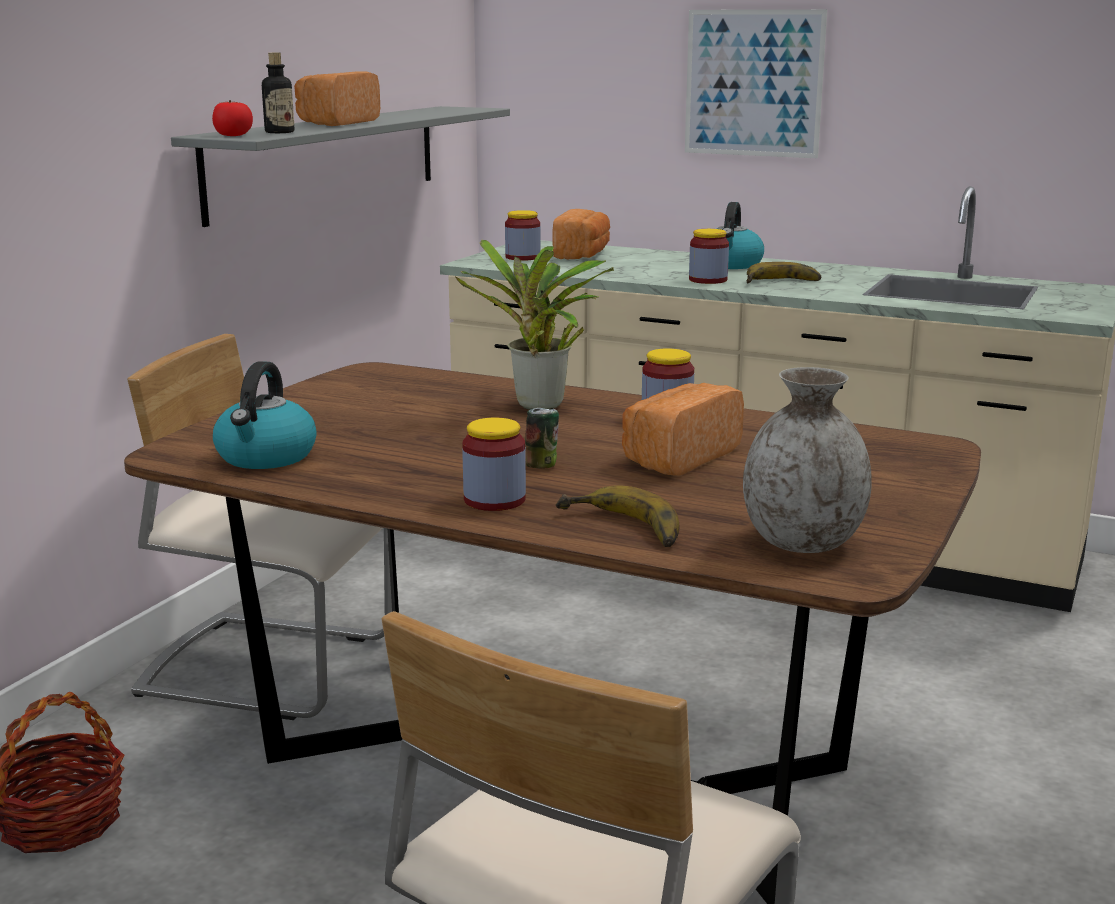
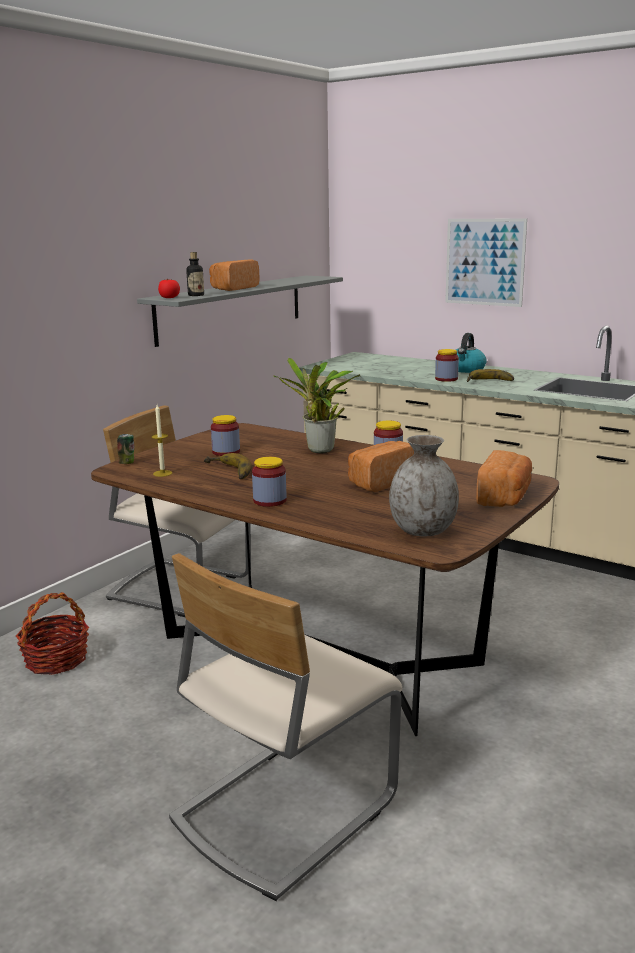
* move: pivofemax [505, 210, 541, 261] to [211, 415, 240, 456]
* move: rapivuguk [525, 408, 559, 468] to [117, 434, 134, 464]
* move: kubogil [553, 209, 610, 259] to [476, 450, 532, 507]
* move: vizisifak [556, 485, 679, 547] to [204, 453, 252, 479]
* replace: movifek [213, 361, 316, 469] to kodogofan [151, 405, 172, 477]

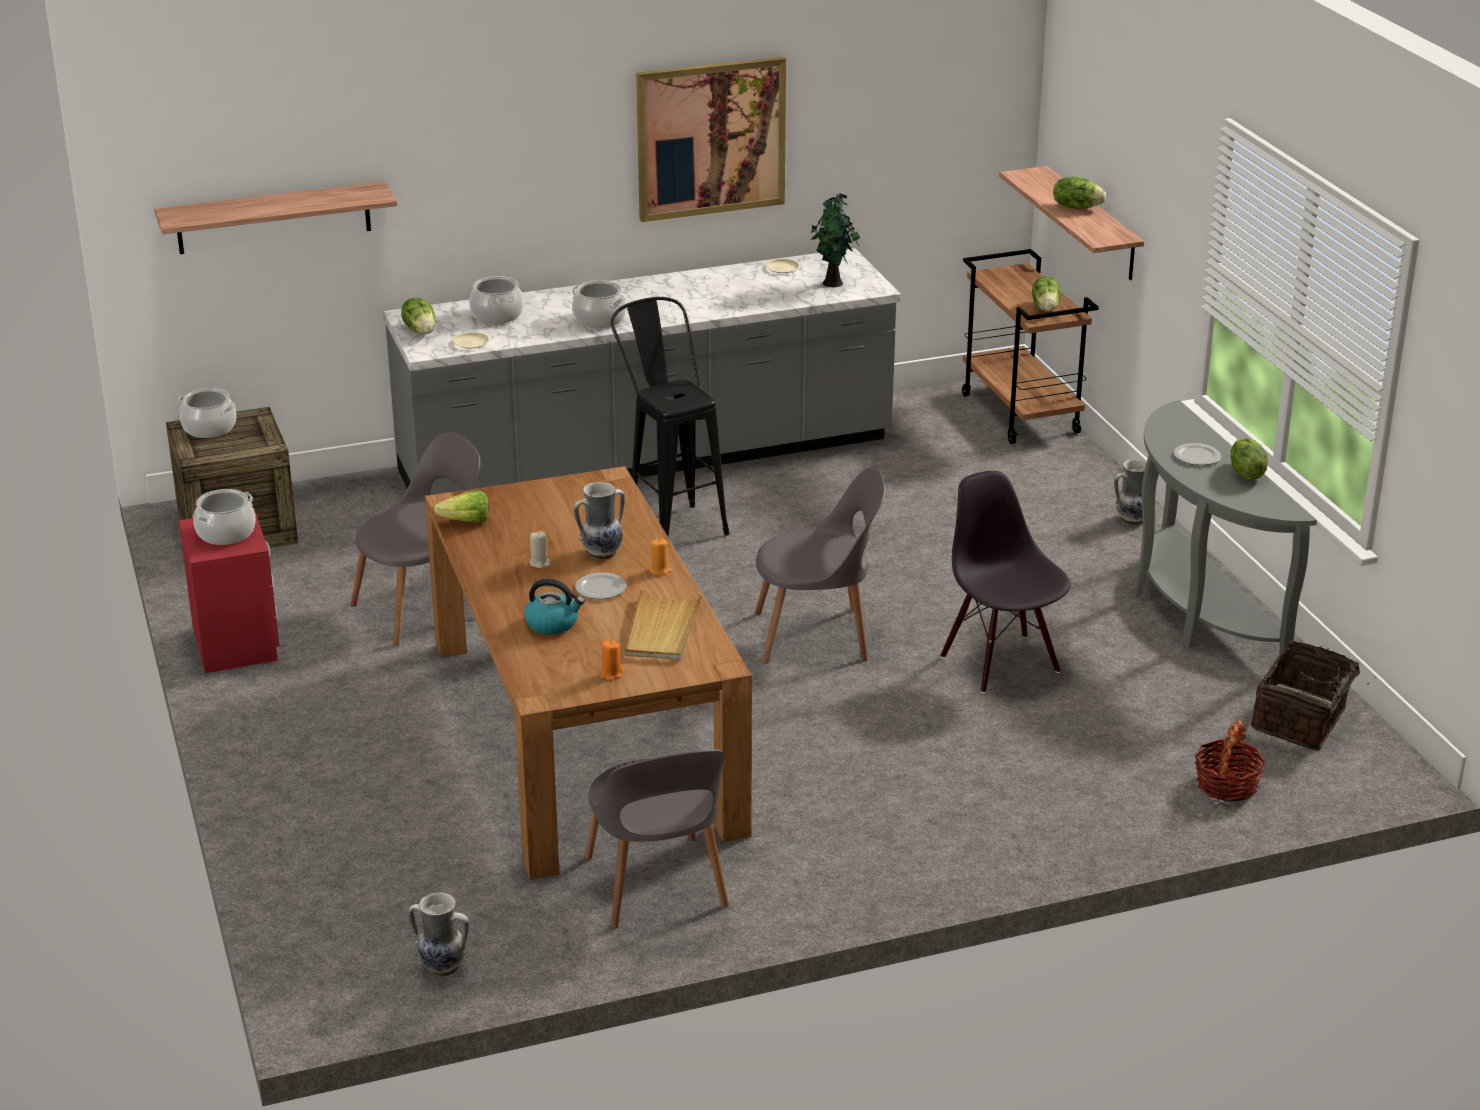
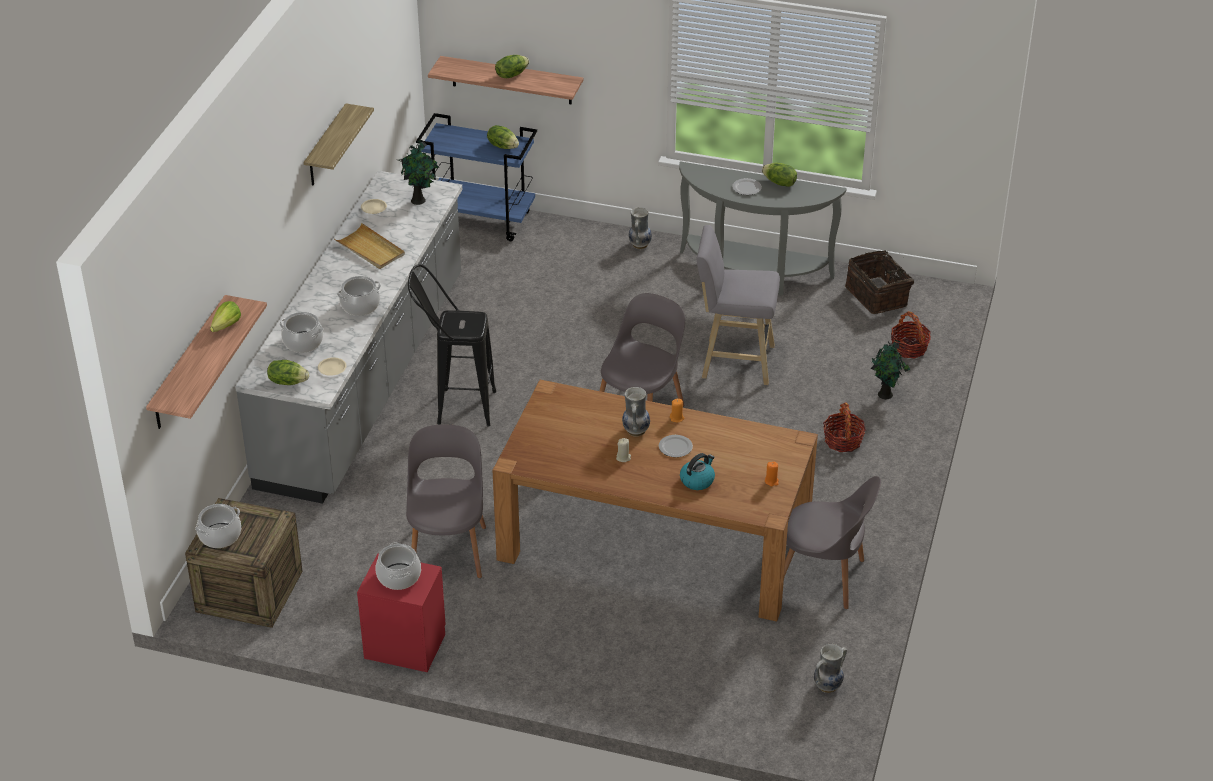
* insert: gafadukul [823, 402, 866, 452]
* insert: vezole [871, 340, 910, 399]
* move: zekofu [433, 491, 489, 523] to [210, 301, 241, 332]
* move: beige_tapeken [625, 588, 704, 660] to [334, 223, 405, 269]
* replace: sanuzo [636, 57, 786, 222] to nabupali [304, 104, 374, 186]
* replace: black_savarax [940, 471, 1071, 693] to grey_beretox [697, 225, 780, 385]
* recolor: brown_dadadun [962, 249, 1099, 444] to blue_dadadun [416, 113, 537, 241]

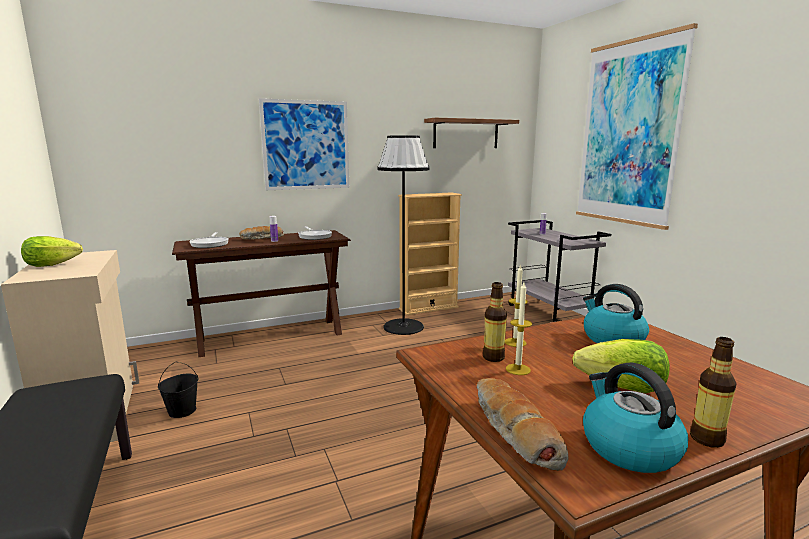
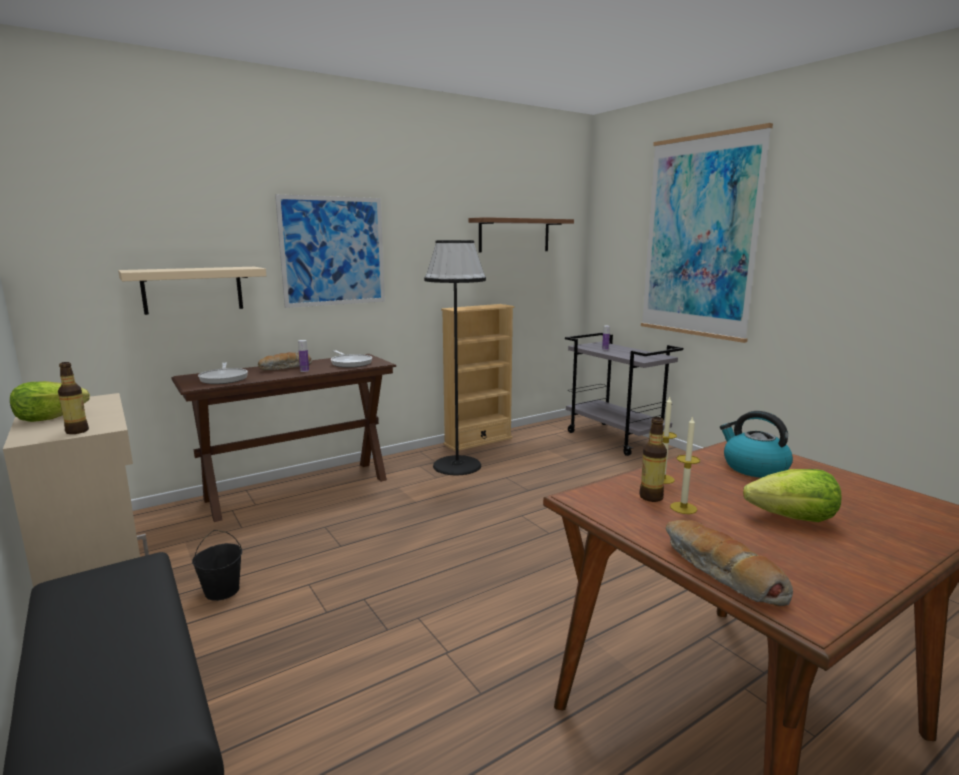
* delete: movifek [583, 363, 688, 473]
* insert: beige_nabupali [118, 267, 266, 315]
* move: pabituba [690, 337, 737, 448] to [58, 362, 89, 434]

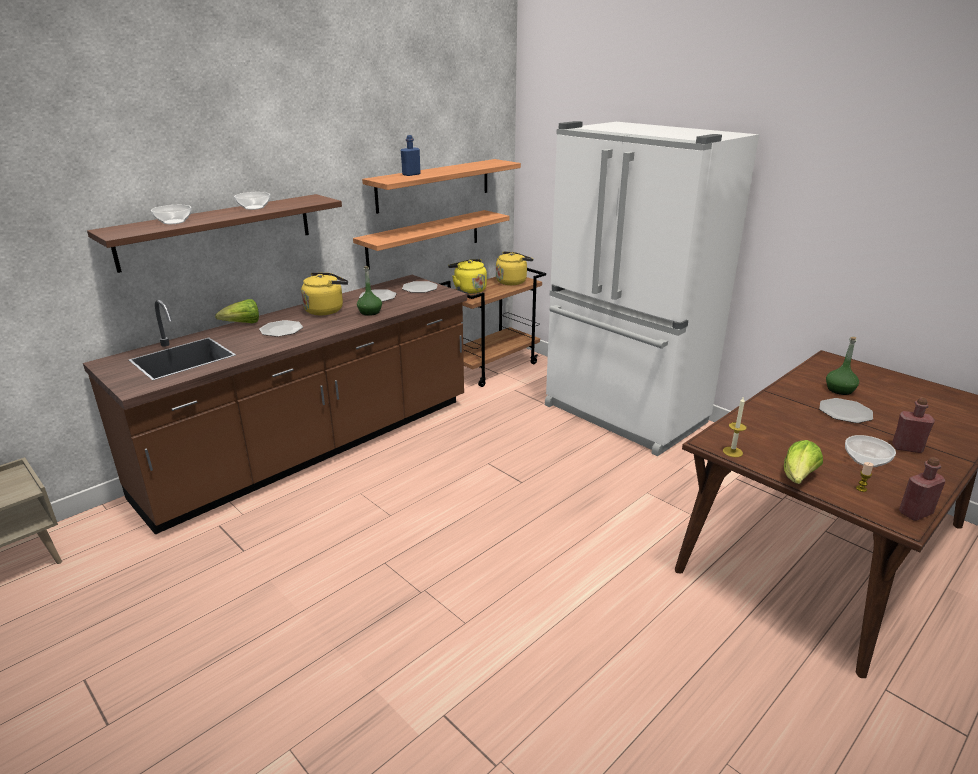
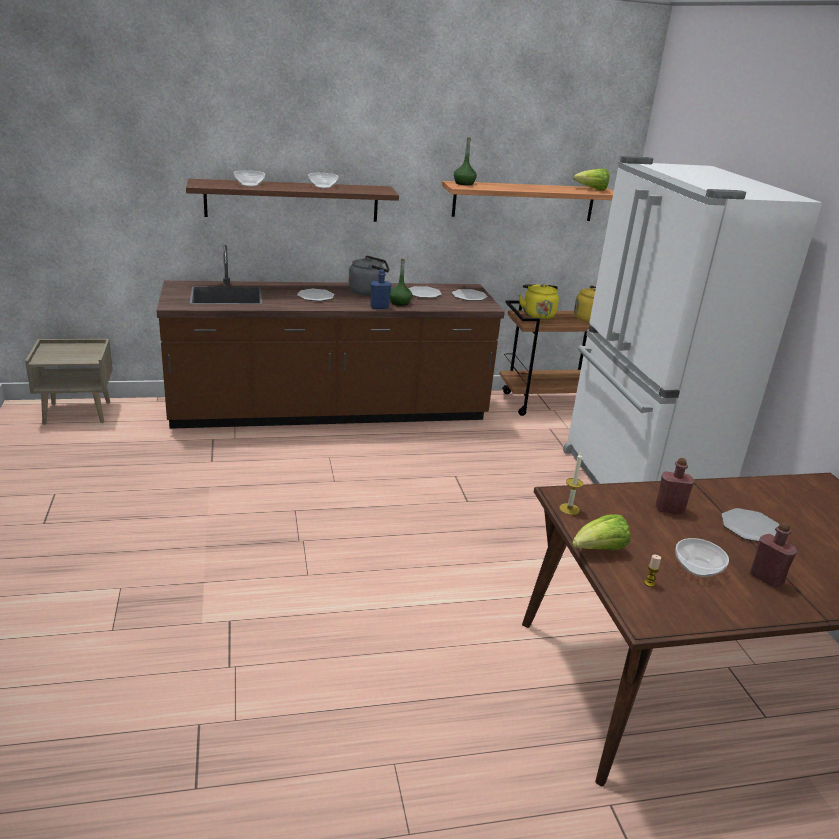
* delete: nabupali [353, 210, 509, 270]
* move: zekofu [215, 299, 259, 323] to [573, 168, 609, 191]
* move: blue_pabituba [401, 135, 421, 176] to [370, 269, 391, 309]
* move: green_pabituba [826, 337, 859, 395] to [454, 137, 477, 185]
* move: red_pabituba [899, 457, 946, 521] to [656, 458, 694, 514]
* recolor: yellow_movifek [301, 272, 348, 315] to grey_movifek [348, 255, 389, 296]

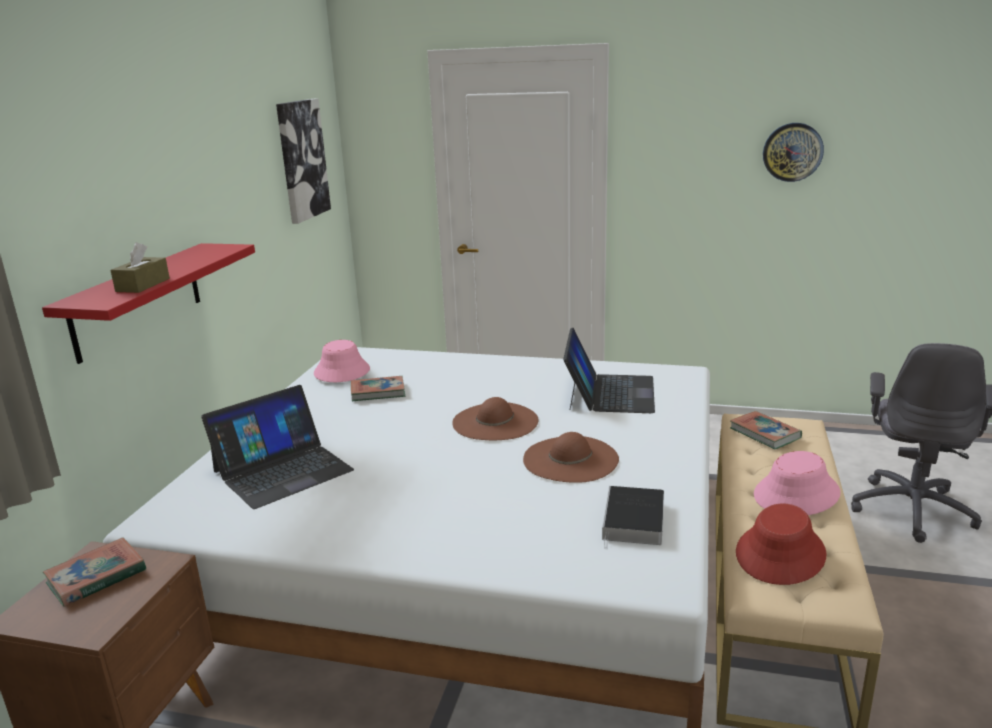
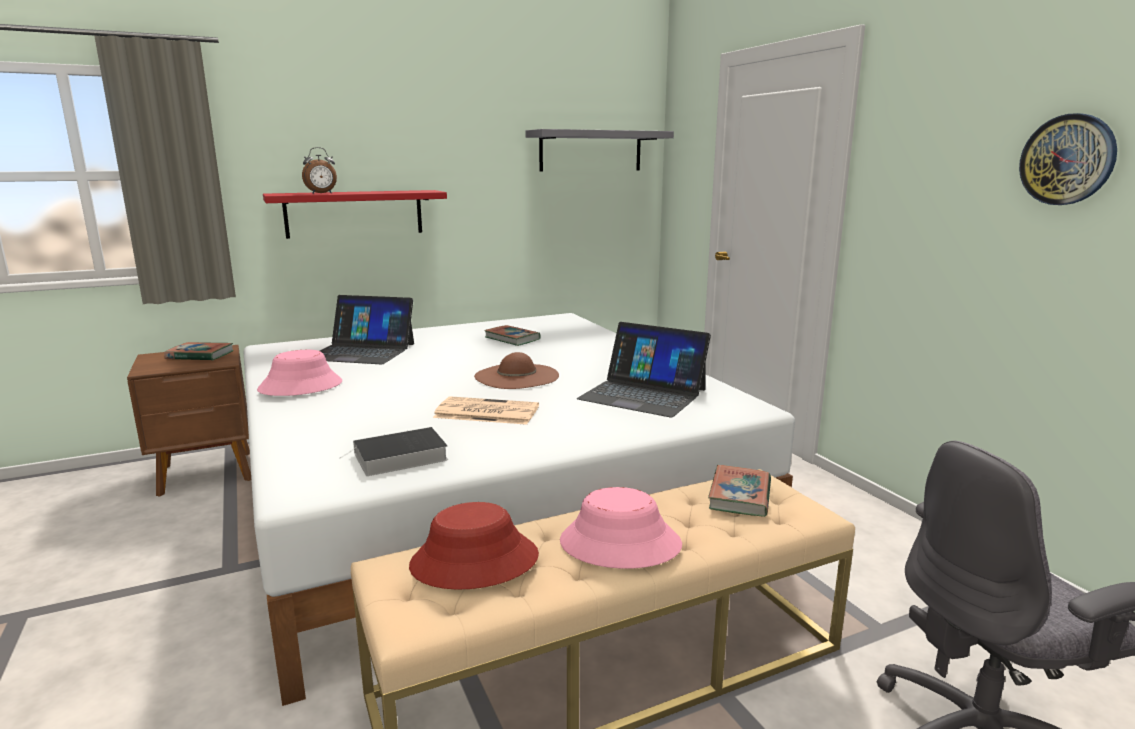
* move: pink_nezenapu [314, 340, 370, 382] to [257, 350, 342, 396]
* replace: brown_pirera [110, 242, 170, 293] to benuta [302, 147, 337, 194]
* replace: sanuzo [276, 99, 331, 224] to grey_nabupali [525, 129, 674, 172]
* replace: brown_nezenapu [523, 432, 619, 483] to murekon [433, 396, 539, 425]
* rotate: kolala [563, 328, 655, 413] = [577, 322, 711, 418] 60 degrees clockwise

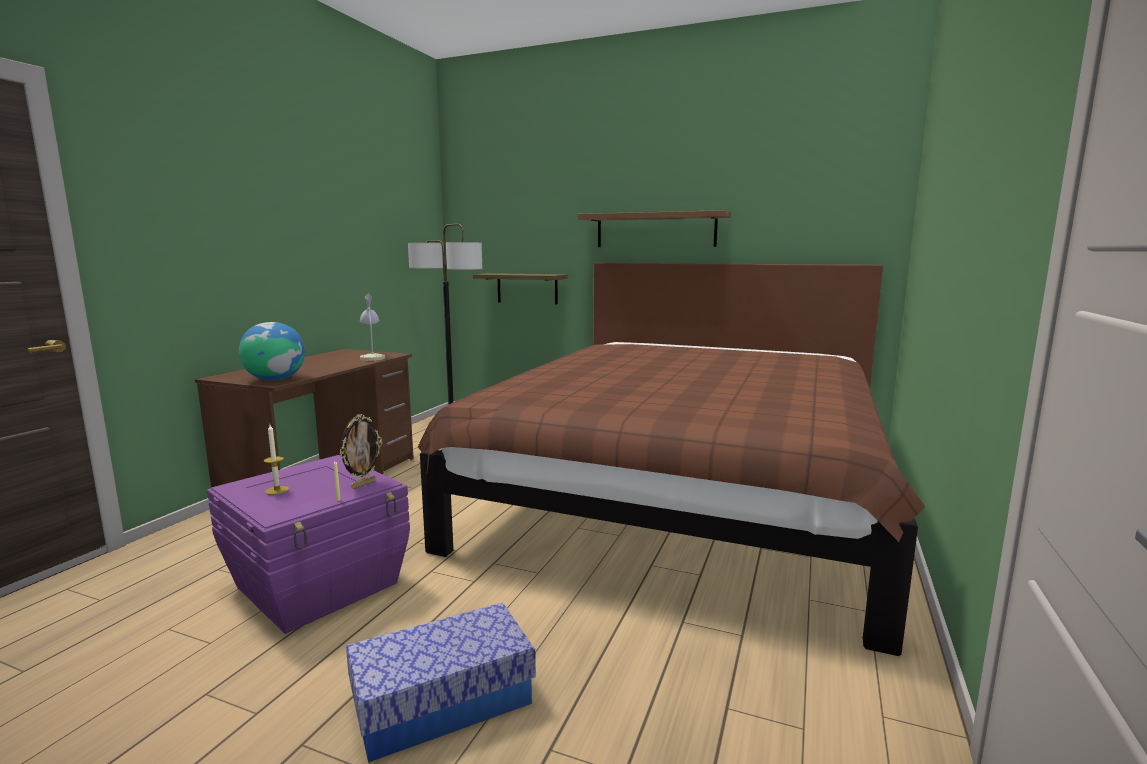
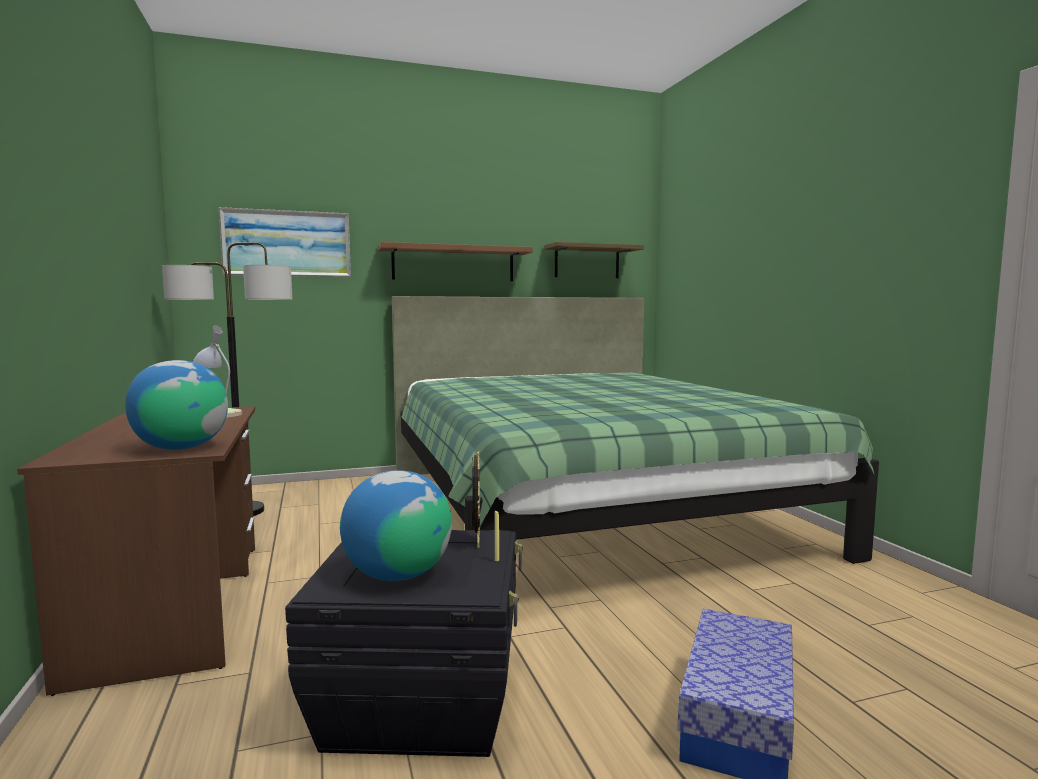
* insert: sanuzo [219, 207, 351, 277]
* move: nabupali [473, 273, 568, 304] to [544, 242, 644, 278]
* replace: kodogofan [264, 425, 289, 495] to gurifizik [340, 470, 452, 581]
* recolor: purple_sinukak [207, 455, 410, 634] to black_sinukak [285, 530, 523, 757]
* recolor: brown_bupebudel [418, 263, 925, 656] to green_bupebudel [392, 296, 879, 564]

